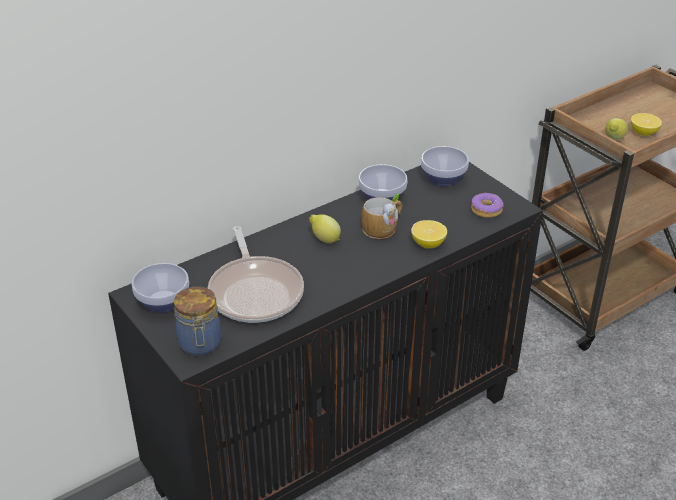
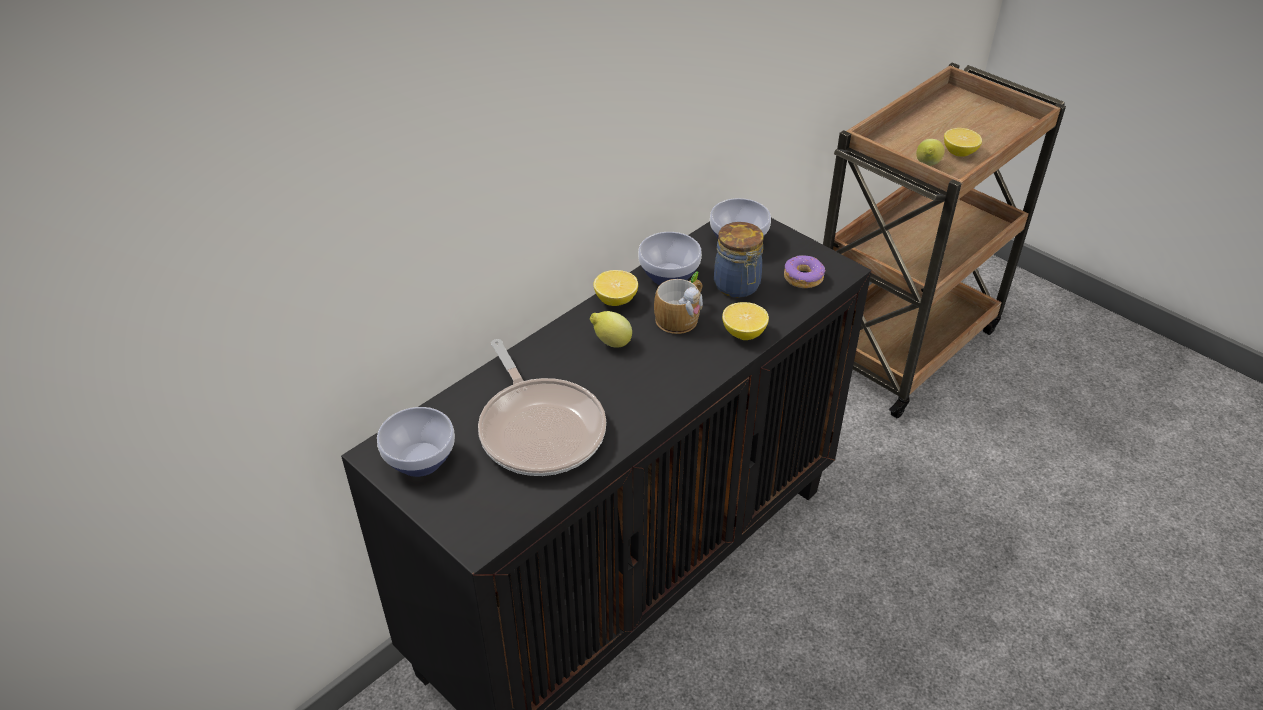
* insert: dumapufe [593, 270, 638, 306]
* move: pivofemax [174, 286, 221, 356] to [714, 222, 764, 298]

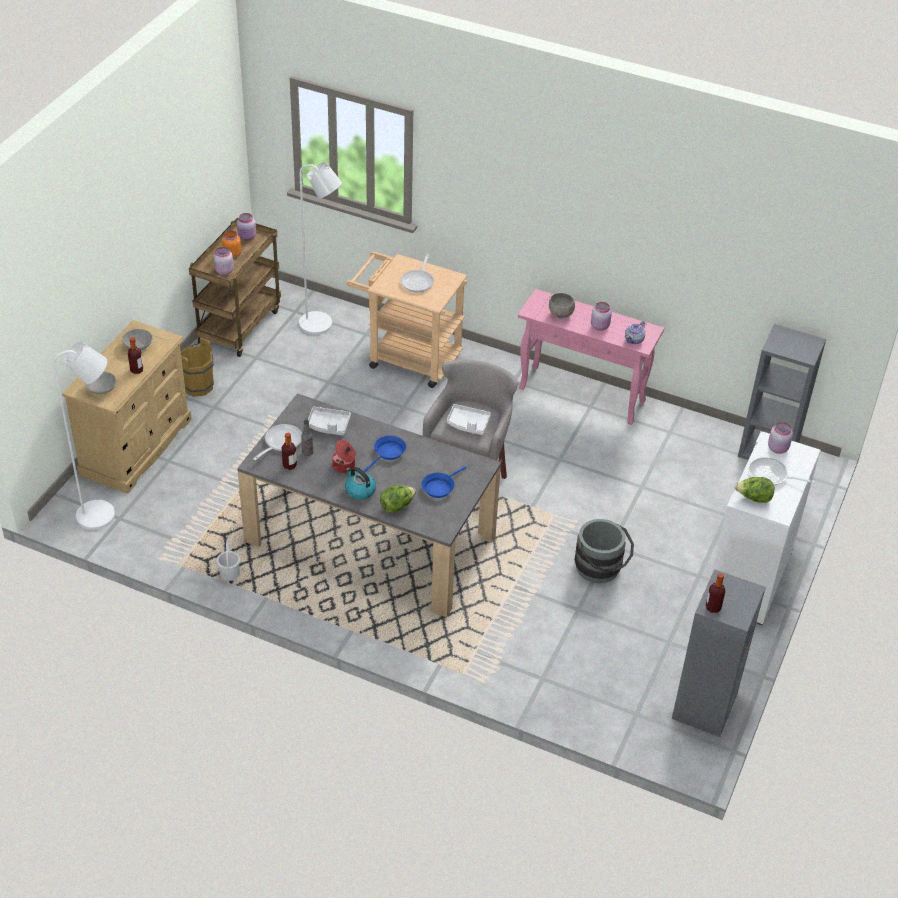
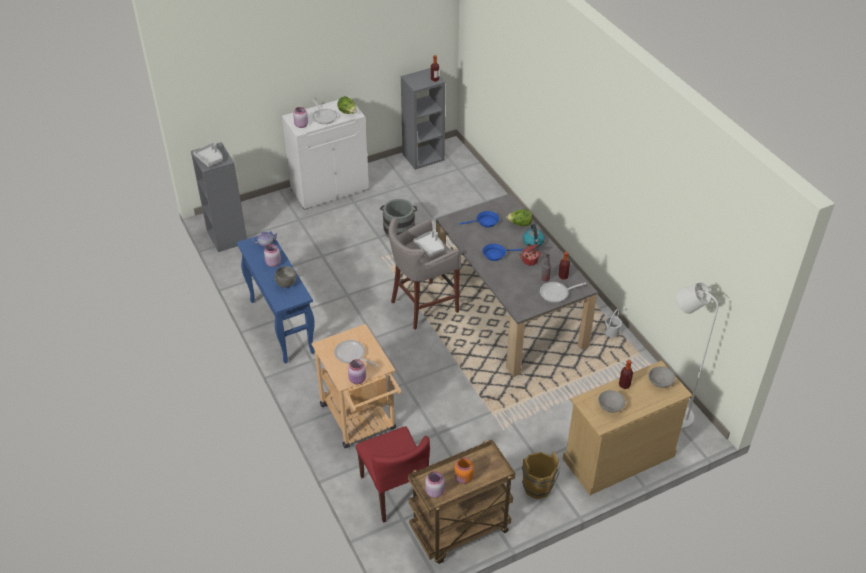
* move: pink_pivofemax [214, 247, 234, 275] to [348, 359, 366, 384]
* move: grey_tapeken [308, 407, 351, 436] to [193, 142, 223, 167]
* replace: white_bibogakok [299, 162, 342, 335] to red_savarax [356, 426, 430, 523]
* recolor: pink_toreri [518, 289, 664, 425] to blue_toreri [237, 231, 315, 363]
* rotate: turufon [400, 254, 434, 292] = [334, 340, 378, 367] 105 degrees counterclockwise

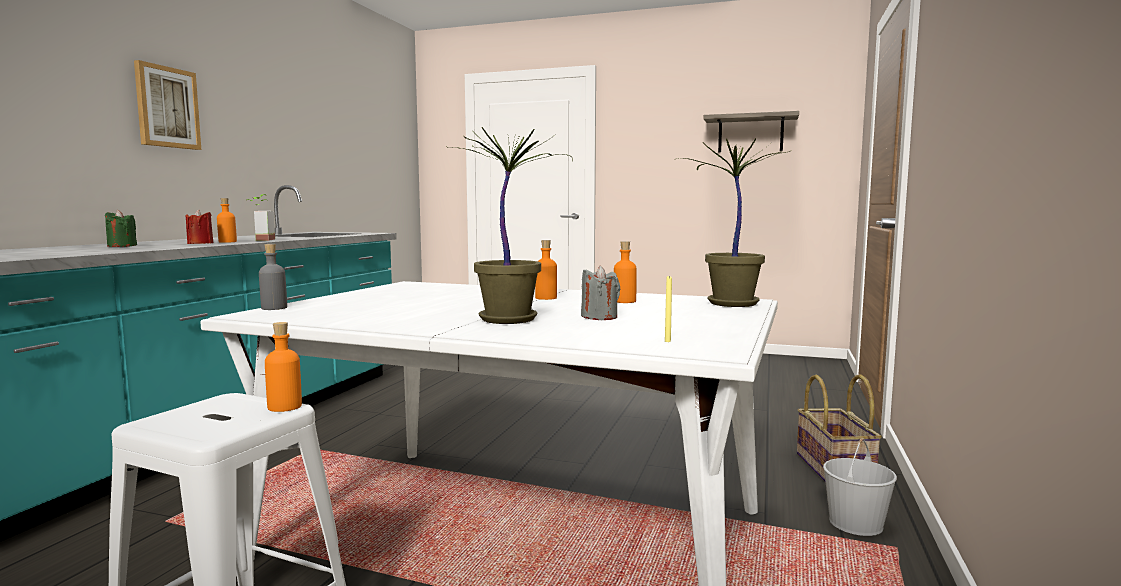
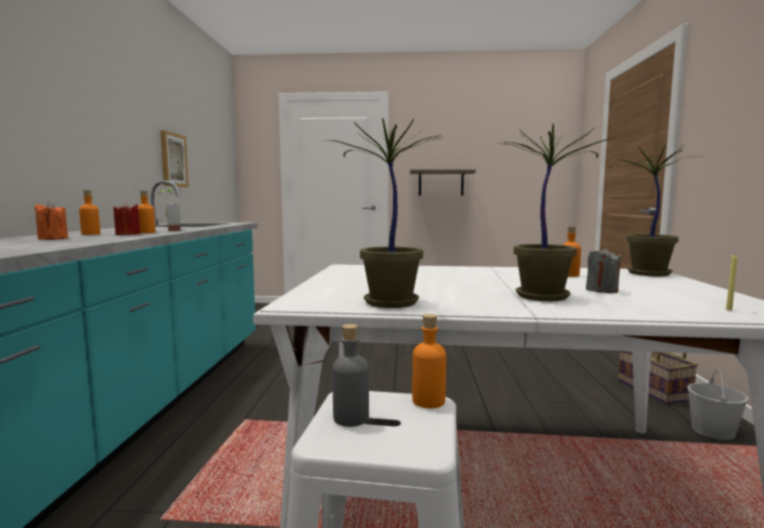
* insert: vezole [326, 118, 444, 308]
* move: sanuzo [134, 60, 201, 150] to [160, 130, 189, 187]
* move: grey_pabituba [259, 244, 287, 310] to [332, 324, 369, 427]
* move: orange_pabituba [535, 240, 557, 300] to [79, 190, 100, 235]
* move: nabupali [703, 111, 799, 152] to [410, 169, 476, 195]
* recolor: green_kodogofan [105, 210, 137, 247] to orange_kodogofan [34, 201, 68, 240]

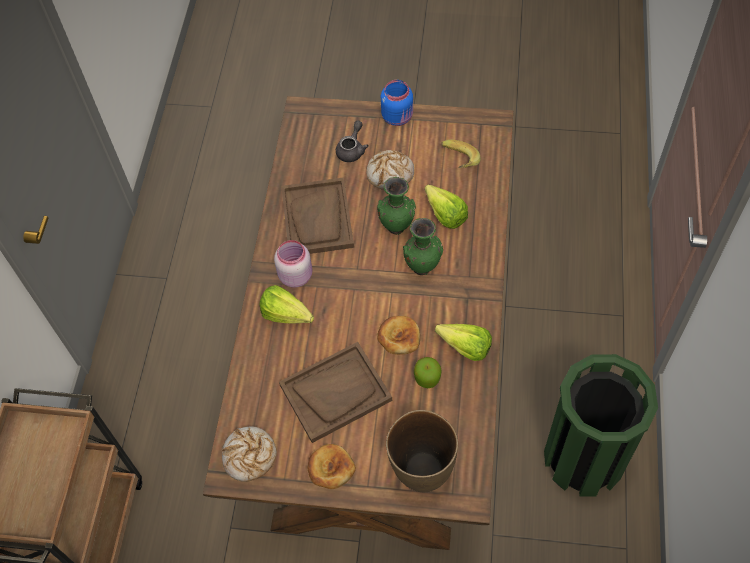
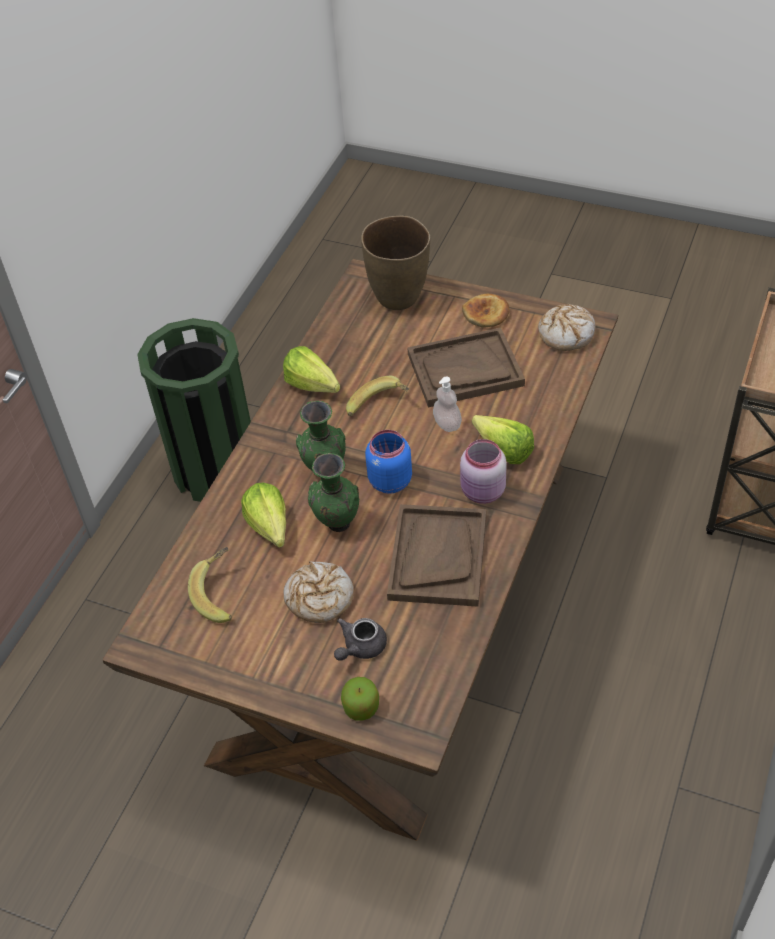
* insert: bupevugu [433, 377, 462, 432]
* move: blue_pivofemax [381, 80, 413, 126] to [365, 430, 412, 494]
* move: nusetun [414, 357, 442, 388] to [341, 677, 379, 721]
* replace: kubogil [377, 316, 420, 355] to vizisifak [346, 376, 409, 416]

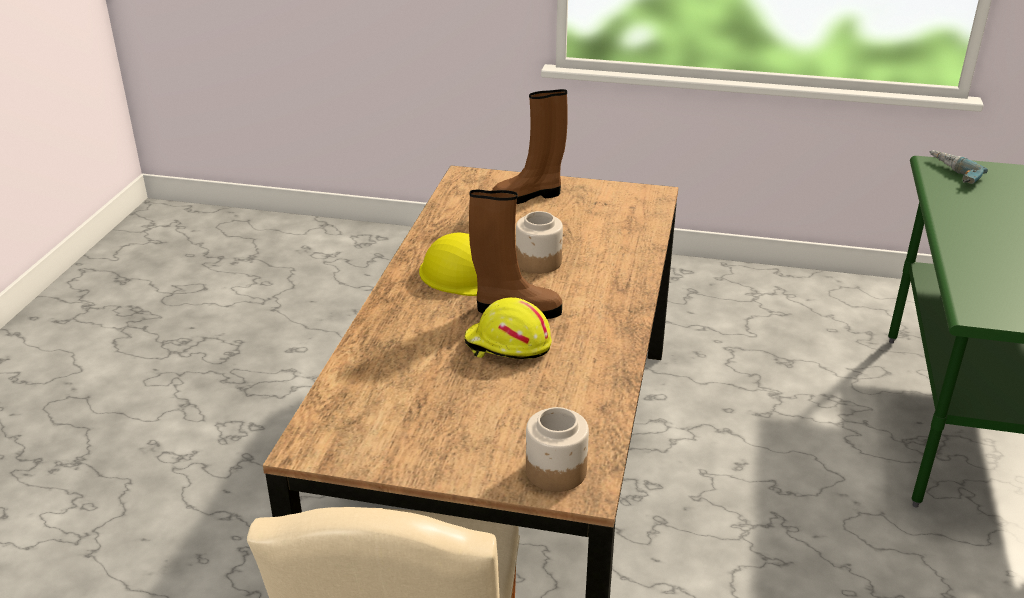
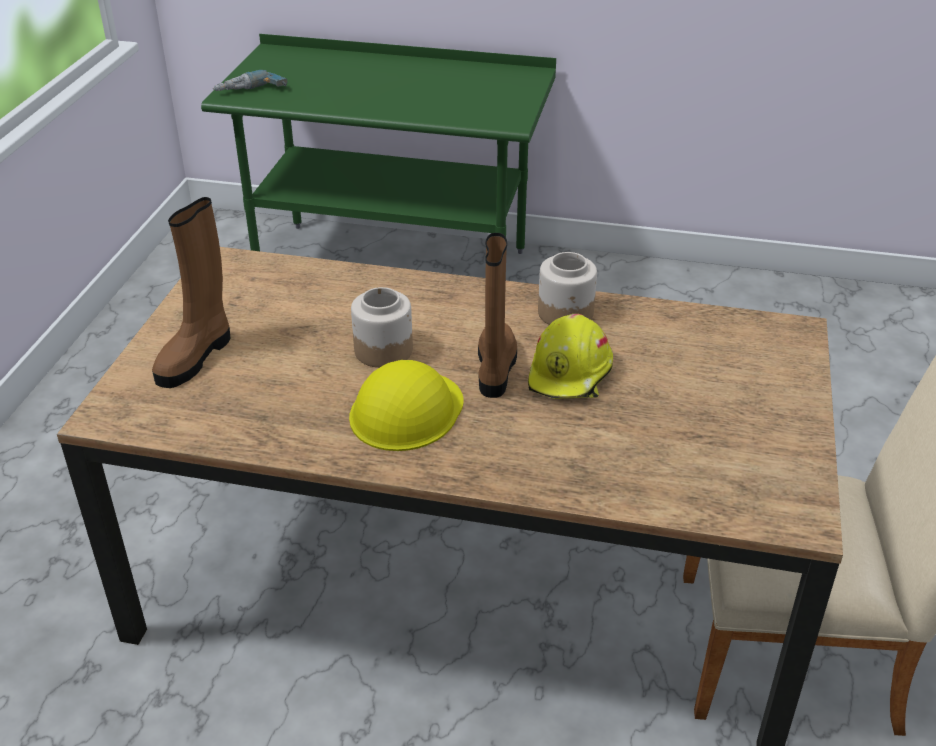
* move: pivofemax [526, 407, 589, 492] to [538, 252, 597, 325]
* rotate: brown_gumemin [492, 89, 568, 204] = [152, 197, 231, 388] 45 degrees clockwise

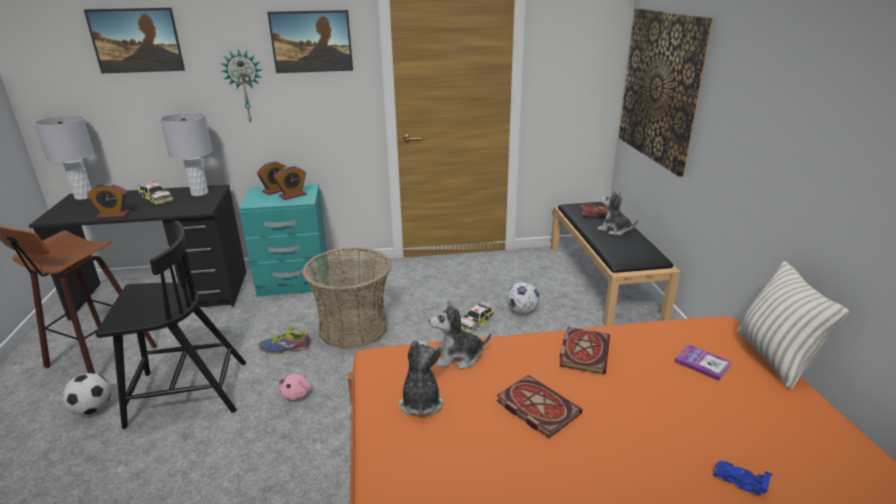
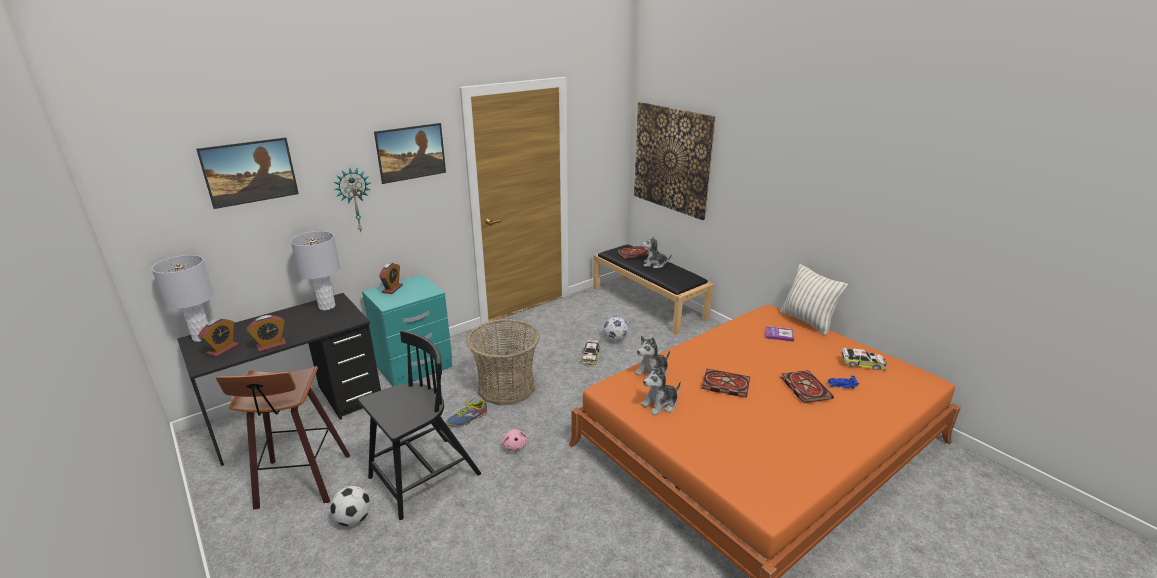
* move: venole [138, 181, 173, 205] to [842, 347, 887, 370]
* move: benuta [274, 166, 306, 200] to [198, 318, 239, 358]
* move: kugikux [559, 327, 610, 374] to [781, 370, 834, 403]
* rotate: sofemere [399, 340, 444, 416] = [641, 364, 681, 416] 90 degrees counterclockwise

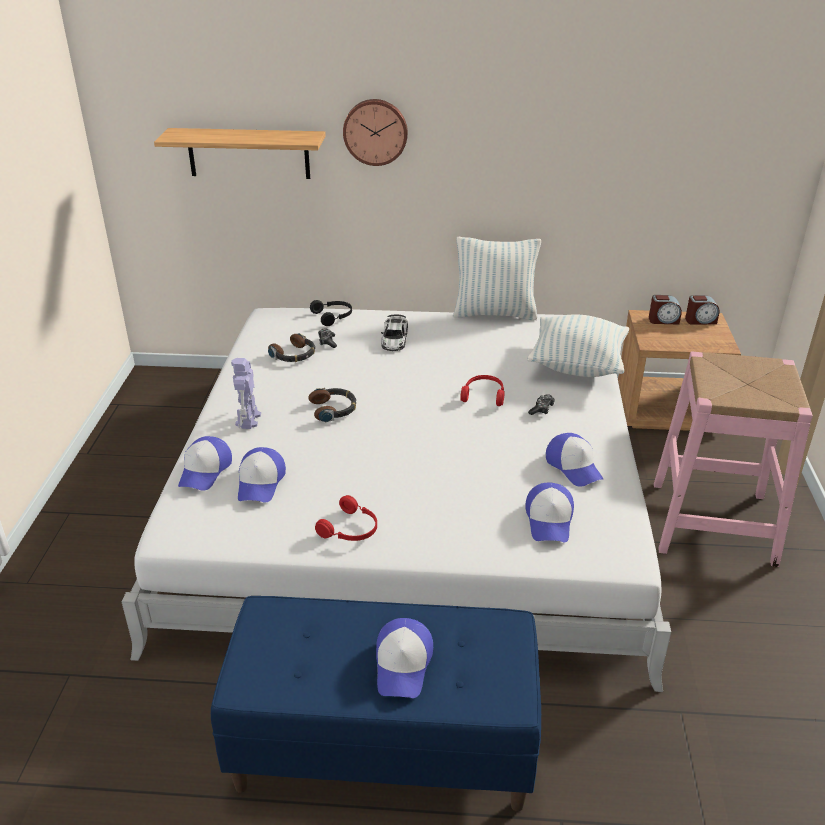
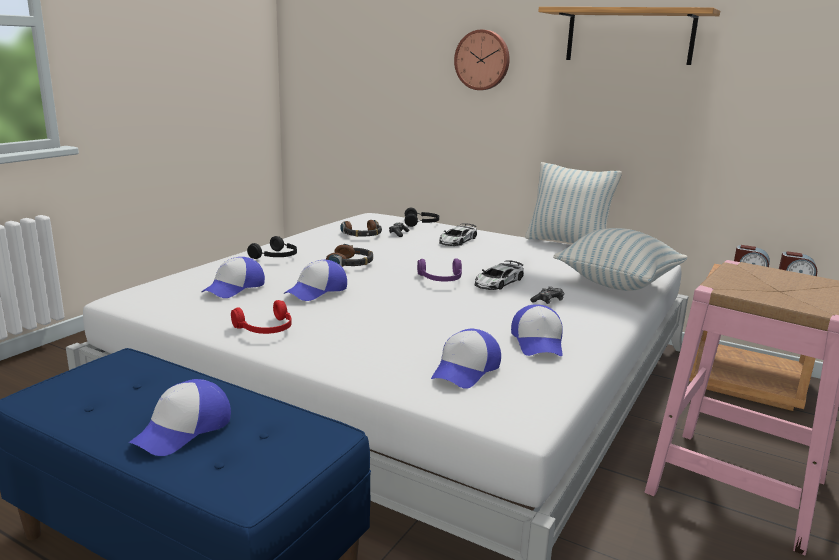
* insert: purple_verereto [417, 258, 462, 282]
* move: nabupali [154, 128, 326, 179] to [538, 7, 720, 65]
* move: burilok [178, 436, 232, 491] to [284, 260, 347, 301]
* replace: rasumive [231, 358, 261, 429] to black_verereto [247, 236, 297, 259]
* replace: red_verereto [460, 375, 505, 406] to venole [475, 260, 524, 290]

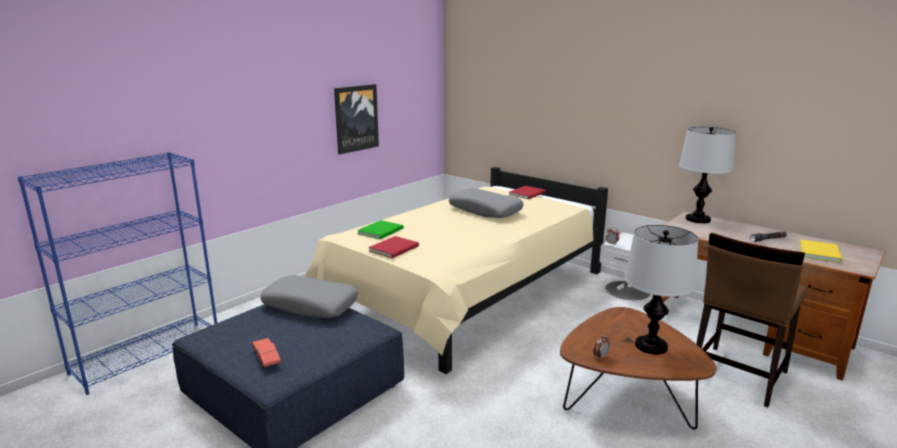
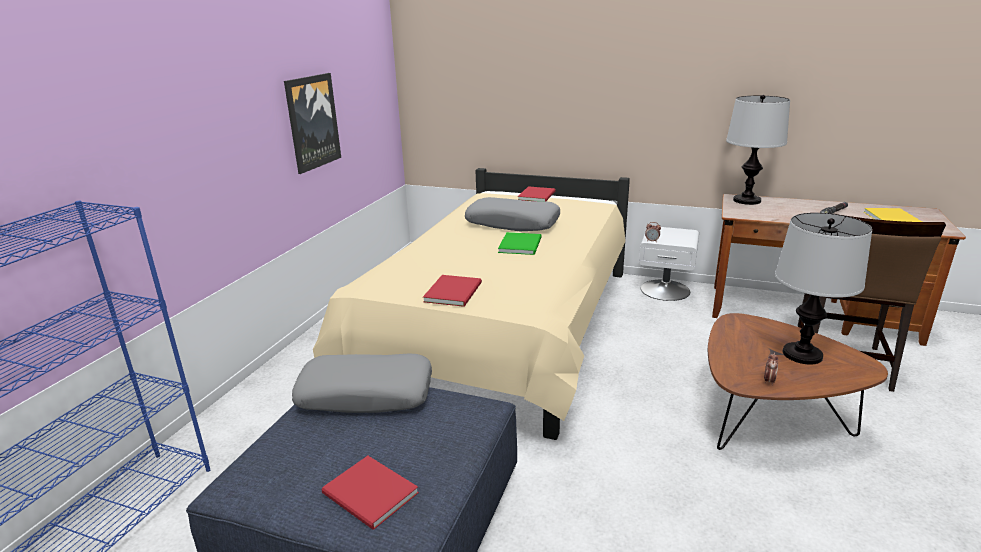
* move: green_kugikux [357, 220, 404, 239] to [498, 232, 541, 255]
* replace: red_venole [252, 338, 281, 368] to red_kugikux [321, 456, 419, 530]

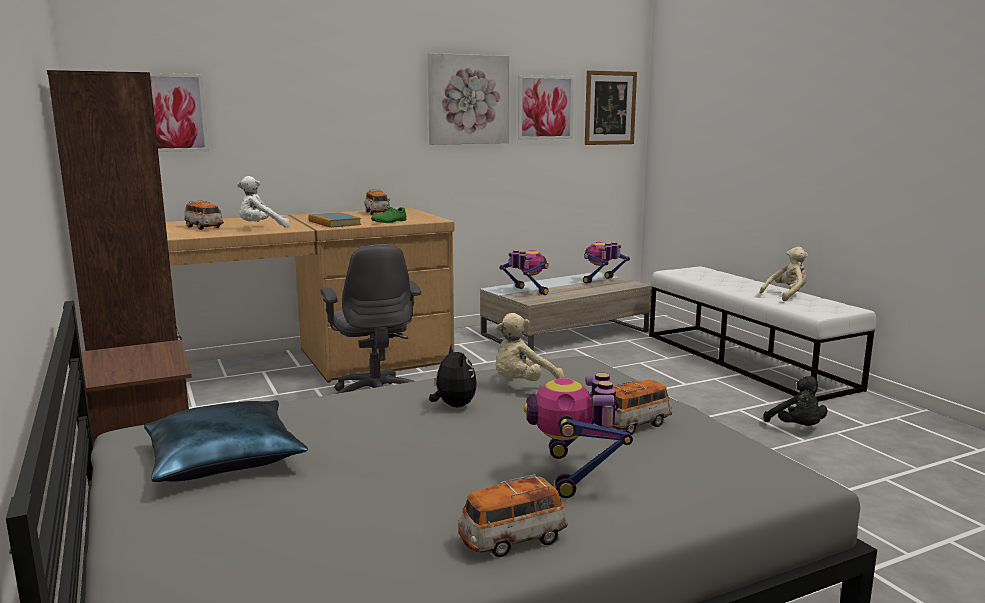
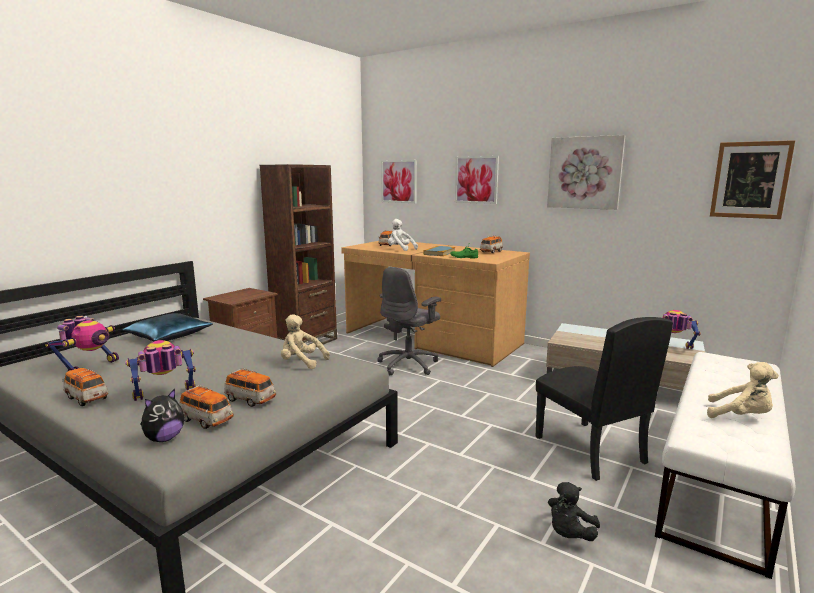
* insert: venole [179, 385, 234, 429]
* insert: black_savarax [536, 317, 673, 481]
* move: sofemere [429, 343, 477, 407] to [140, 389, 184, 442]
* move: rasumive [499, 250, 549, 295] to [45, 316, 119, 371]
* move: sanuzo [518, 75, 574, 140] to [455, 156, 499, 204]

